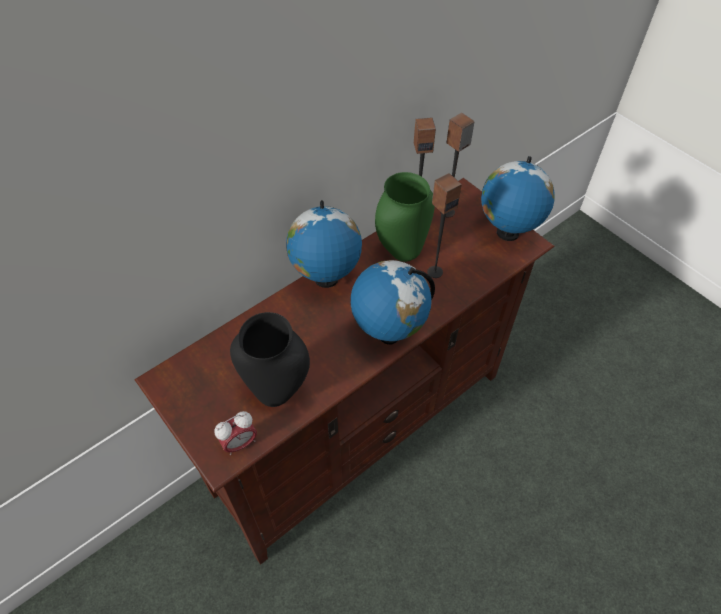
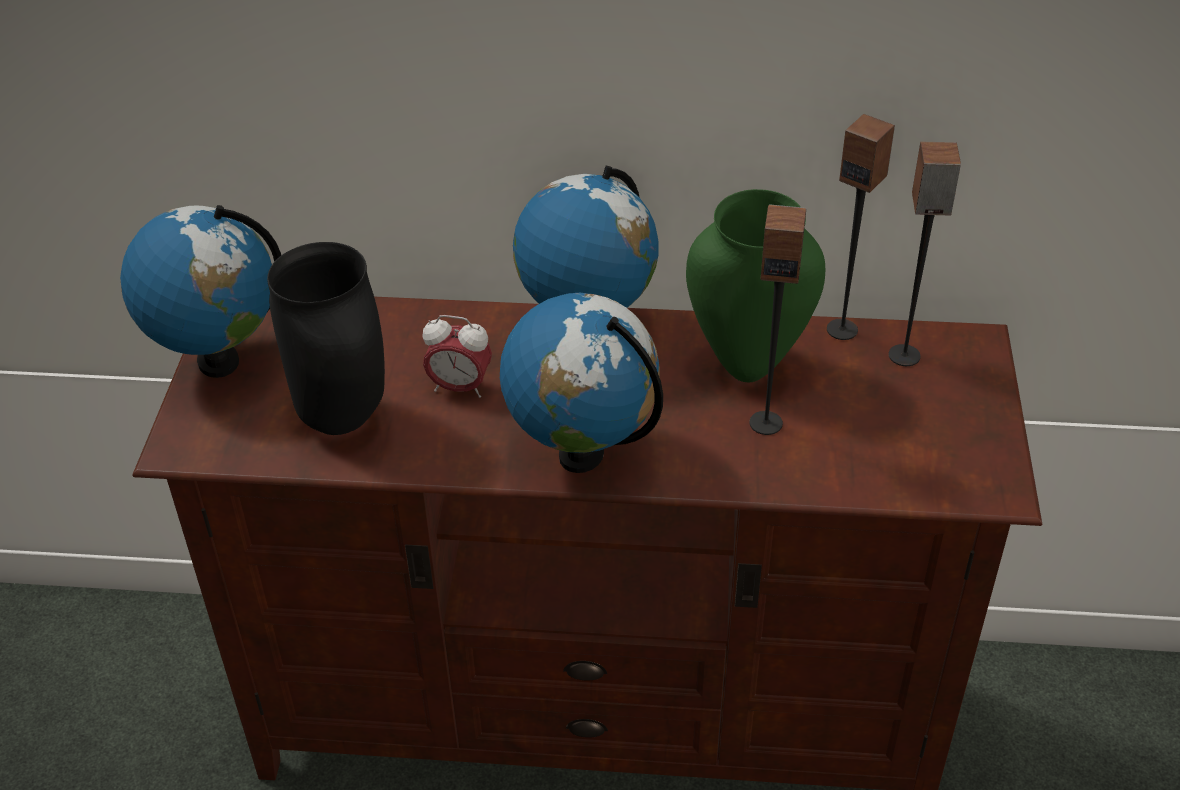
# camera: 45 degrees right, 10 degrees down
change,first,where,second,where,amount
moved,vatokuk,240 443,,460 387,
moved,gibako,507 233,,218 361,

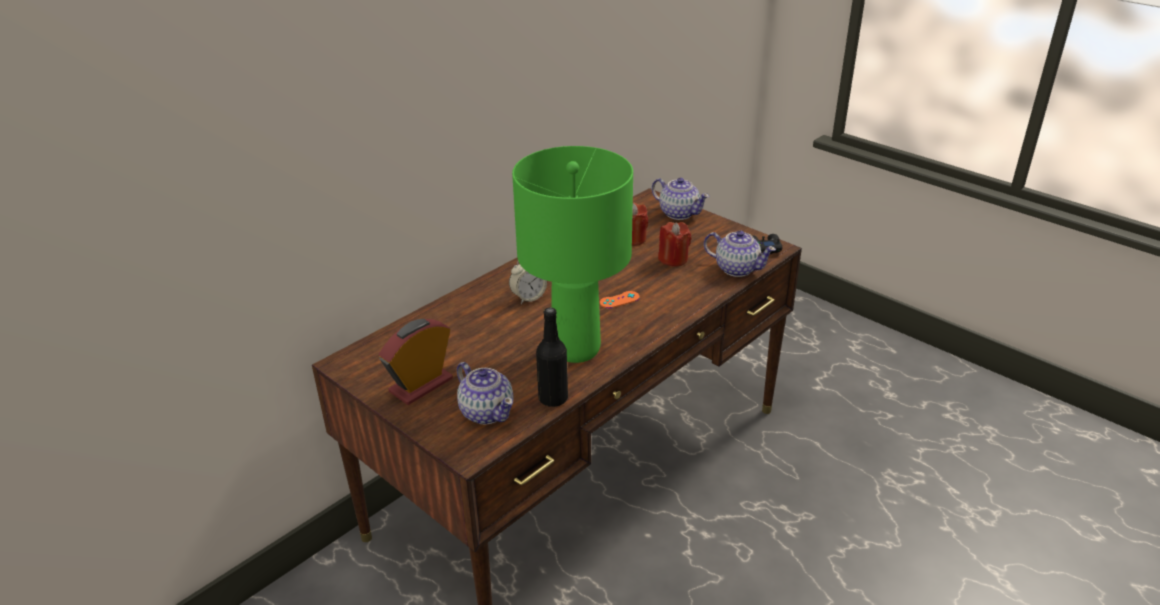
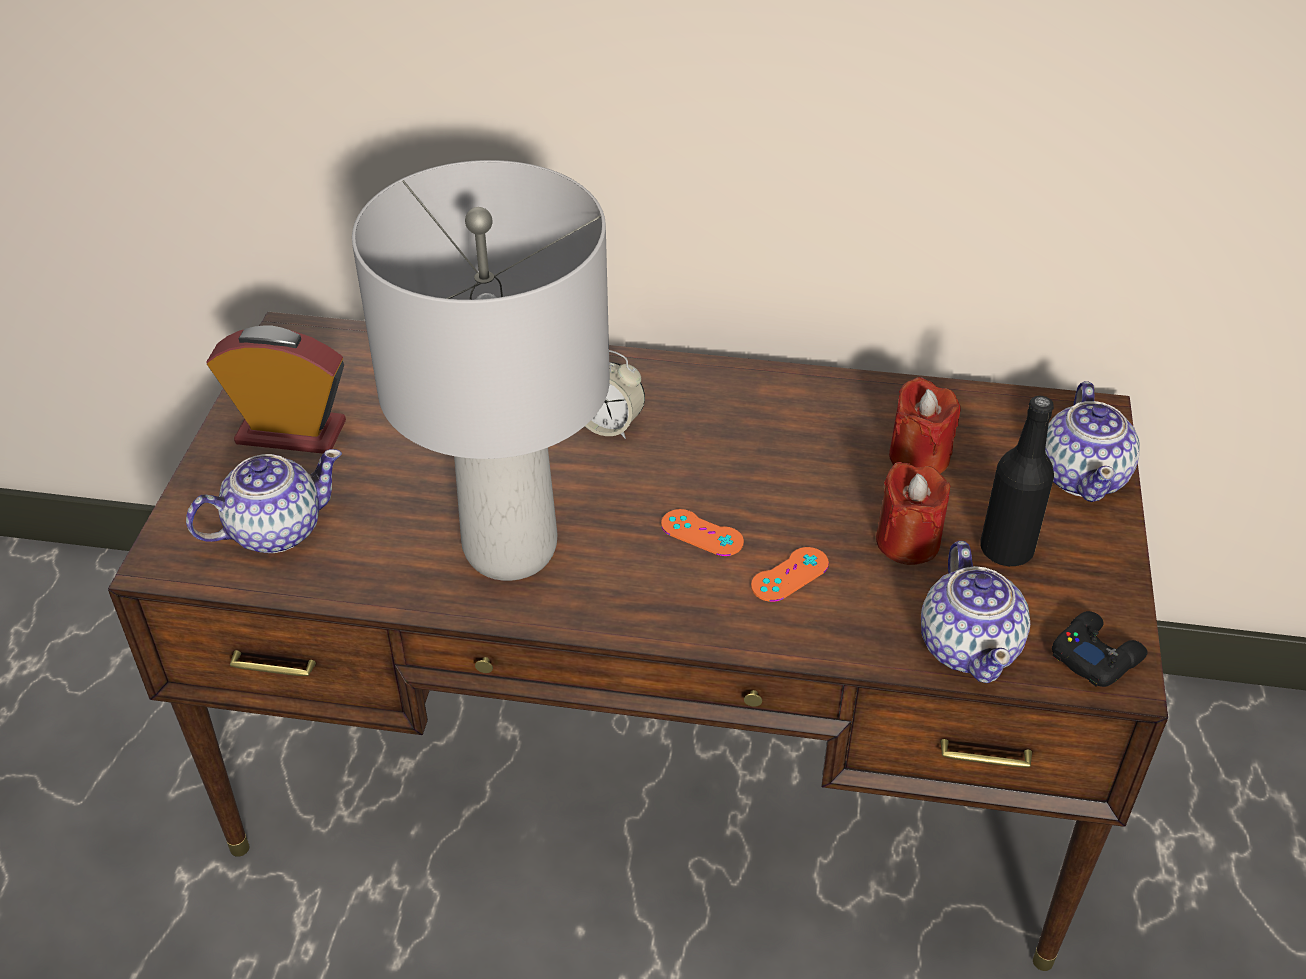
# camera: 55 degrees right, 10 degrees up
change,first,where,second,where,amount
turned,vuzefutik,487 412,,274 530,135 degrees counterclockwise
recoloured,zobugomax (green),575 348,zobugomax (grey),510 547,
moved,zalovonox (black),553 398,,1006 549,
added,,,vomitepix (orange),789 575,

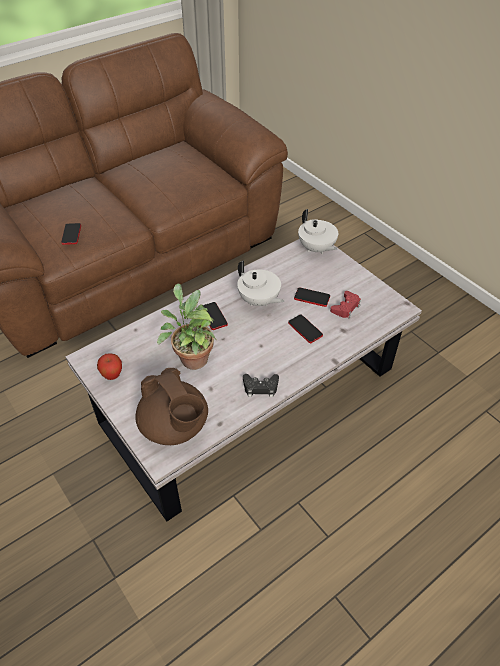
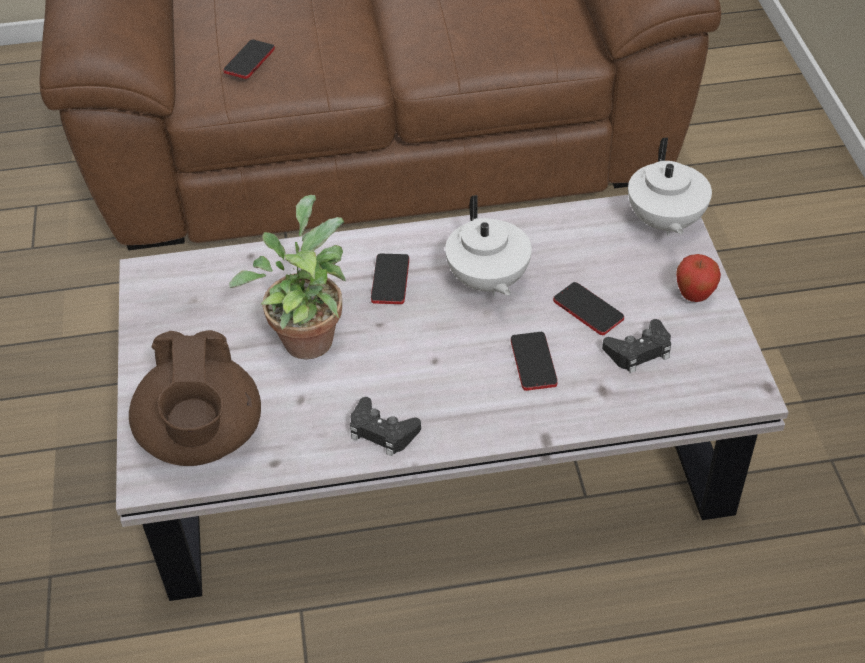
# camera: 30 degrees right, 0 degrees up
change,first,where,second,where,amount
moved,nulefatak,112 375,,694 296,
recoloured,vomitepix (red),346 307,vomitepix (black),639 351,

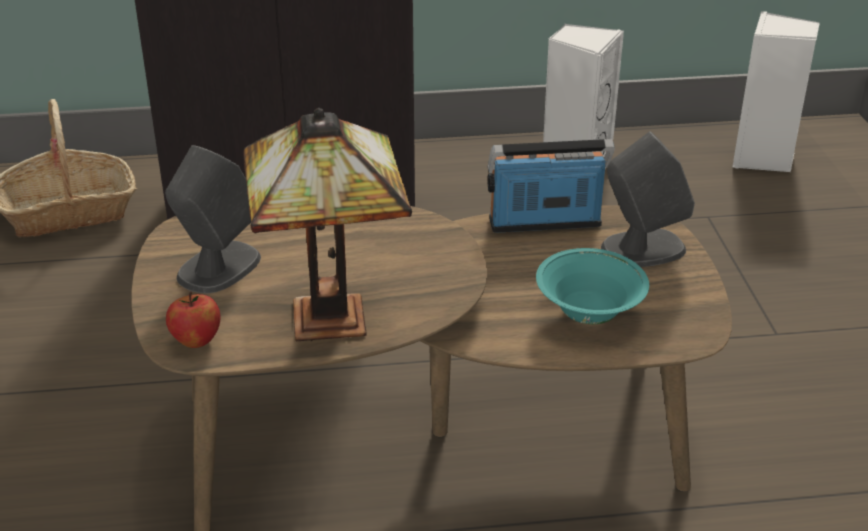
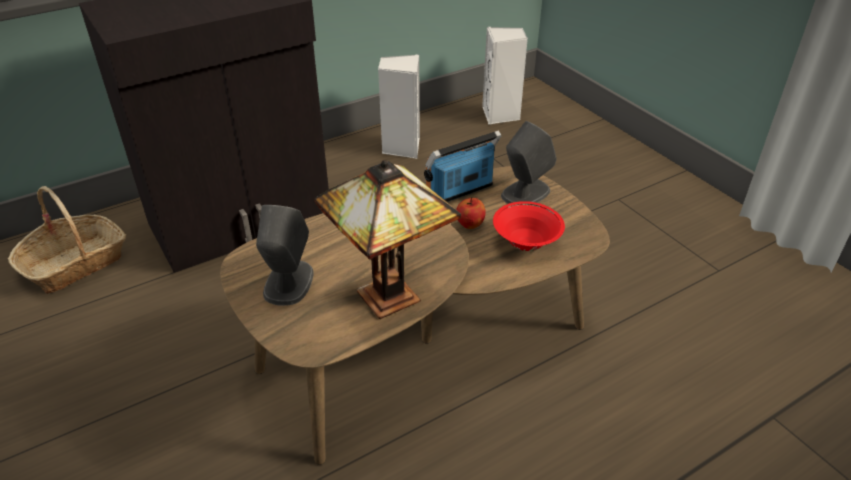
# camera: 25 degrees left, 5 degrees up
change,first,where,second,where,amount
moved,nulefatak,196 341,,470 225,
recoloured,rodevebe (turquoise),588 314,rodevebe (red),525 244,

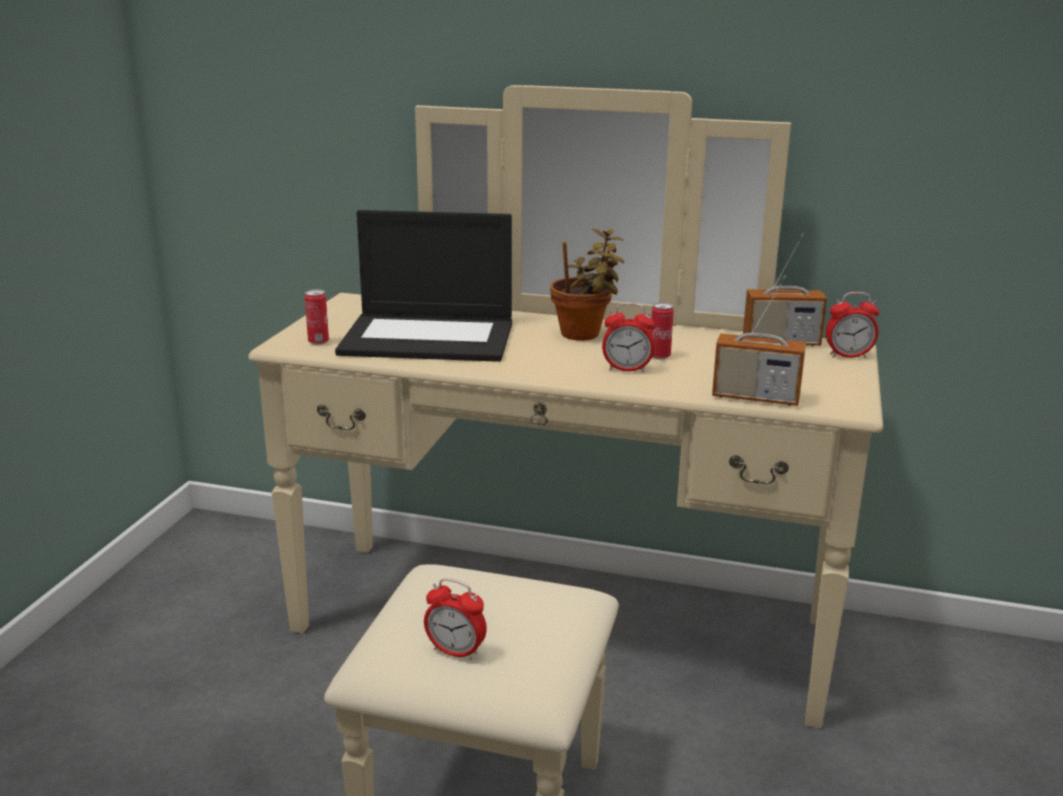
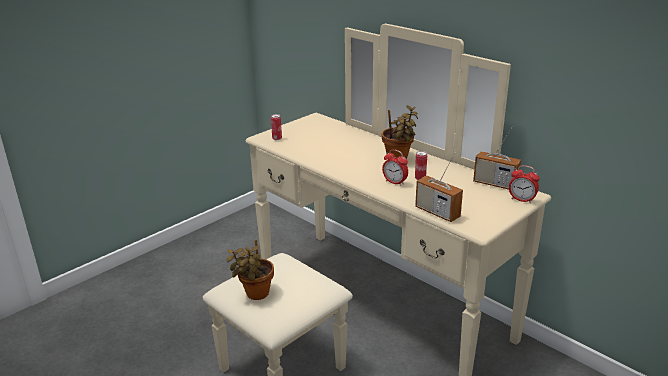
# camera: 30 degrees right, 5 degrees up
change,first,where,second,where,amount
removed,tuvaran,430 338,,,
replaced,vatokuk,456 651,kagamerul,255 294,

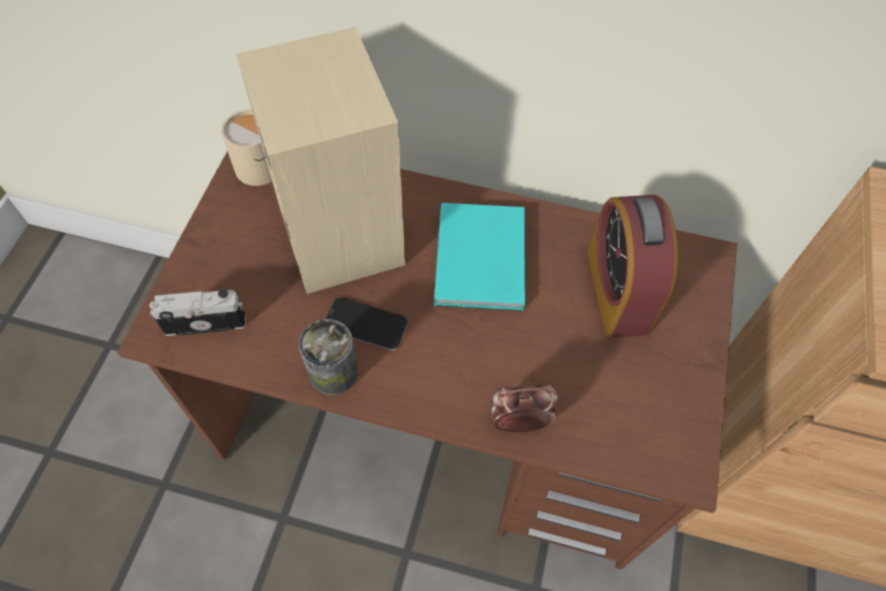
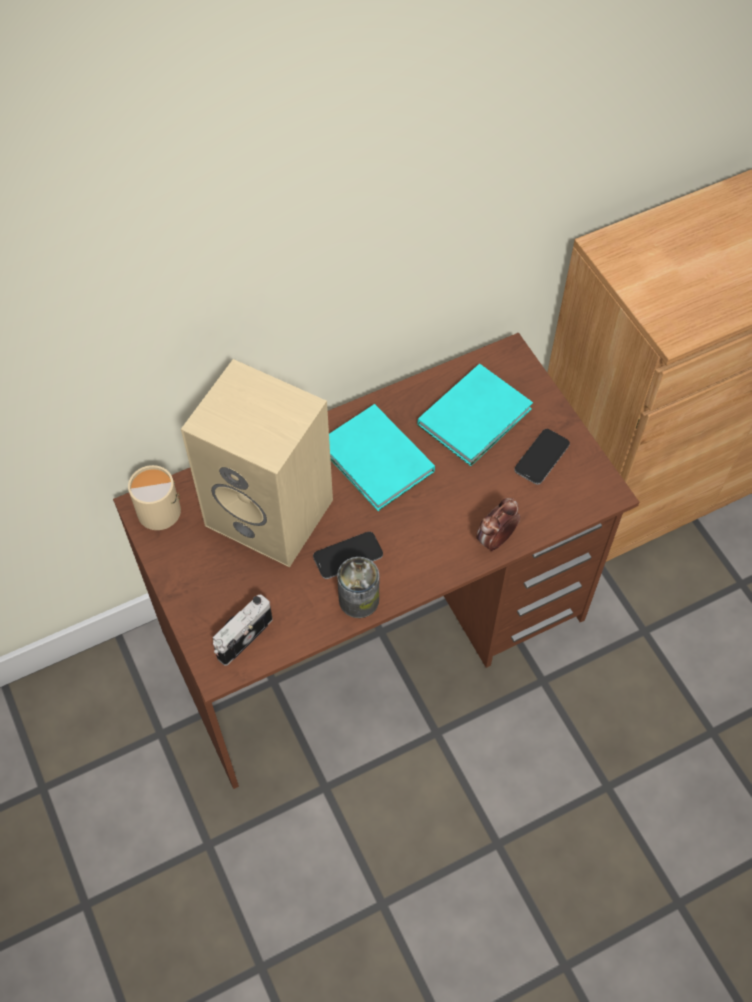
# camera: 40 degrees left, 0 degrees up
change,first,where,second,where,amount
replaced,vatokuk,617 291,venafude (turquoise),477 416,
added,,,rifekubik,541 457,

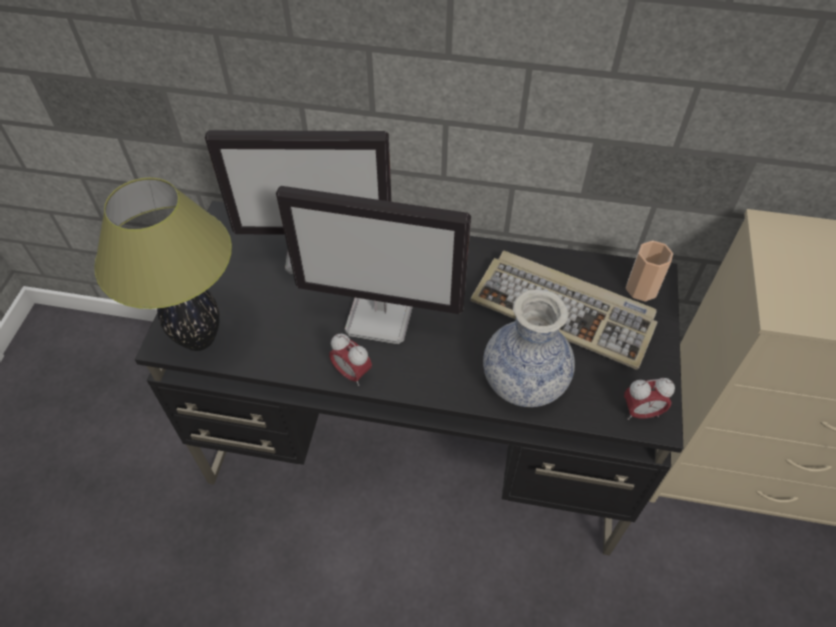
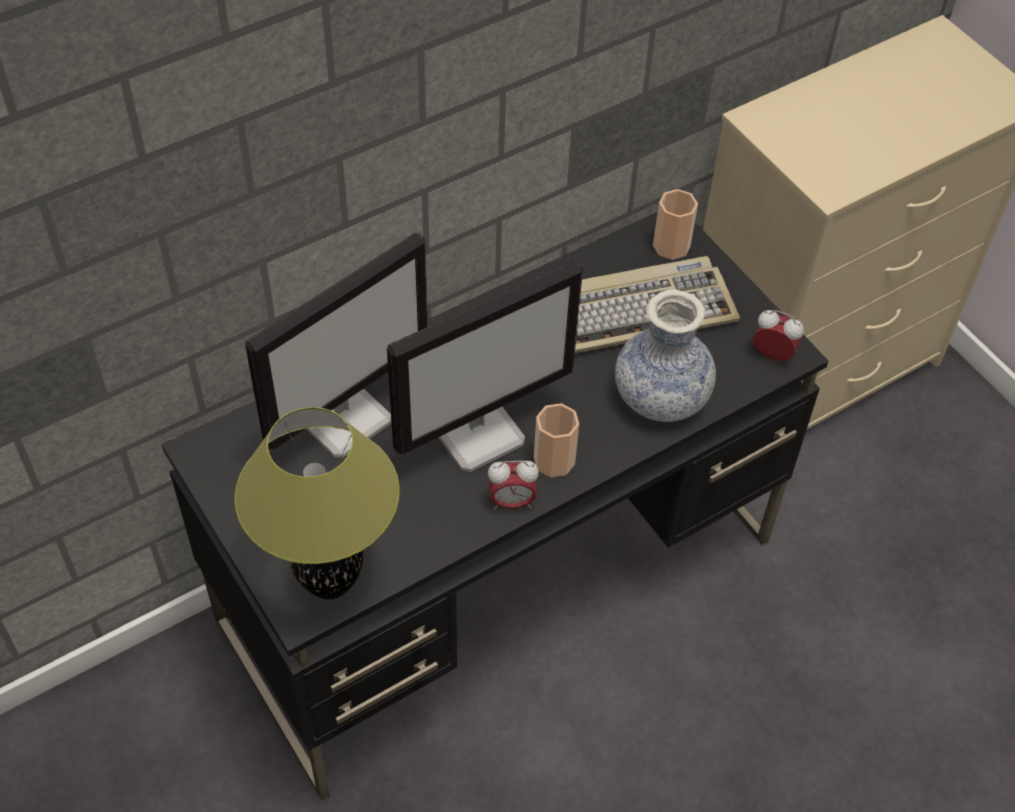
# camera: 45 degrees left, 0 degrees up
change,first,where,second,where,amount
turned,vatokuk,641 412,,773 355,105 degrees counterclockwise
added,,,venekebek,554 460,

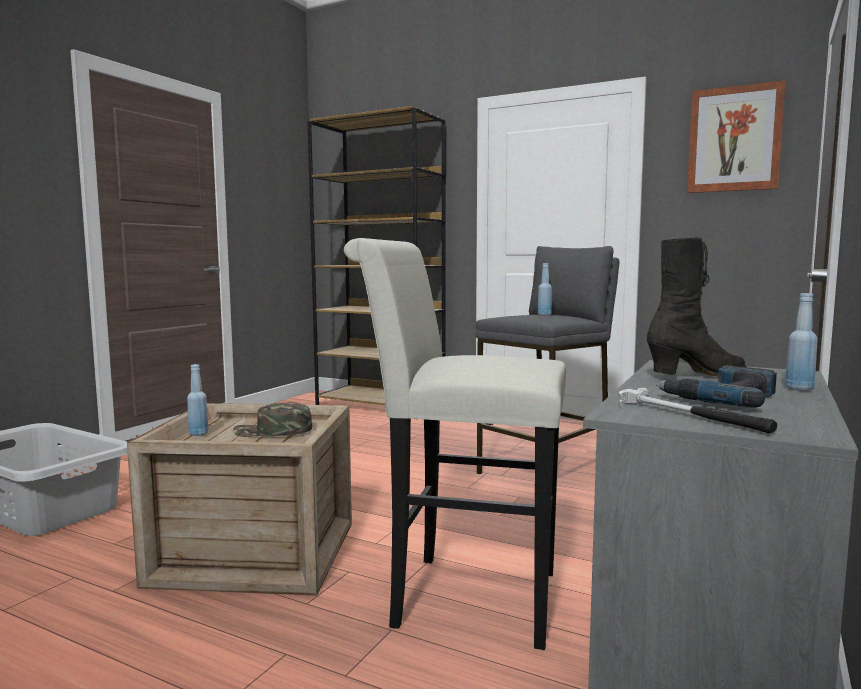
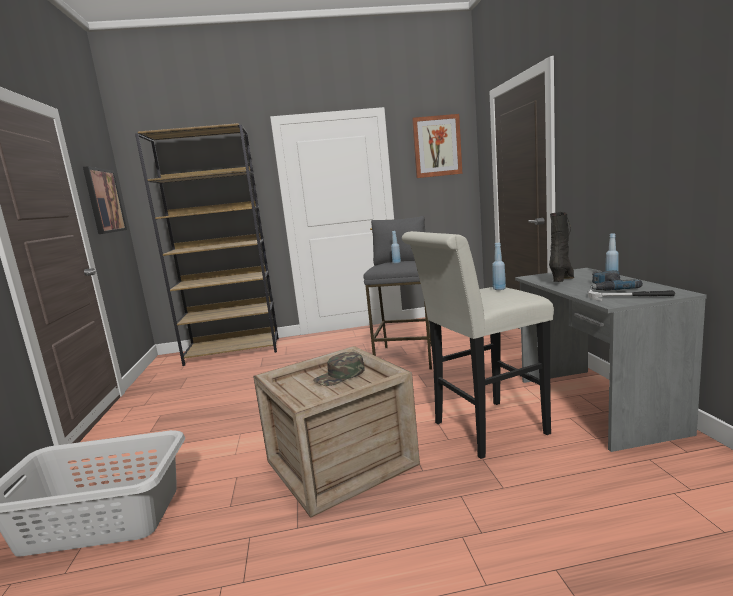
# camera: 35 degrees left, 5 degrees up
change,first,where,second,where,amount
moved,zalovonox (blue),198 434,,499 289,
added,,,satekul,104 201,

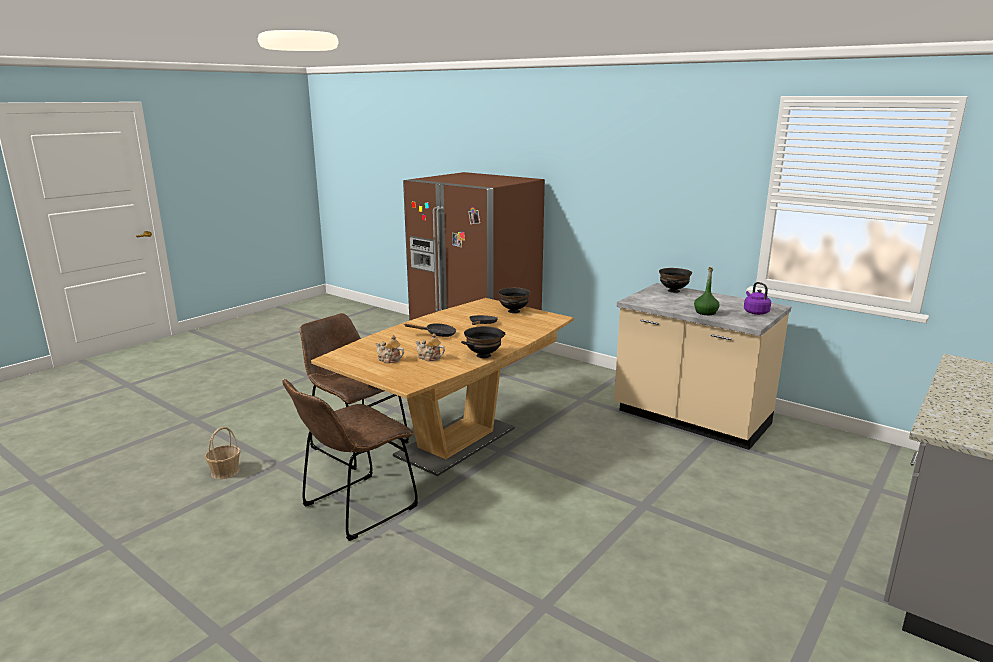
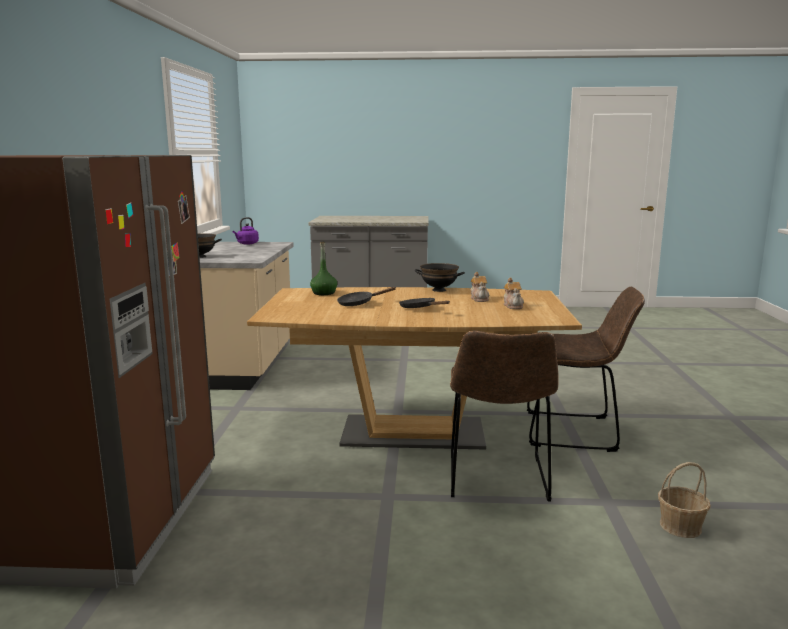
# camera: 125 degrees left, 5 degrees down
change,first,where,second,where,amount
removed,rodevebe (black),514 311,,,
moved,zalovonox (green),705 312,,323 293,

